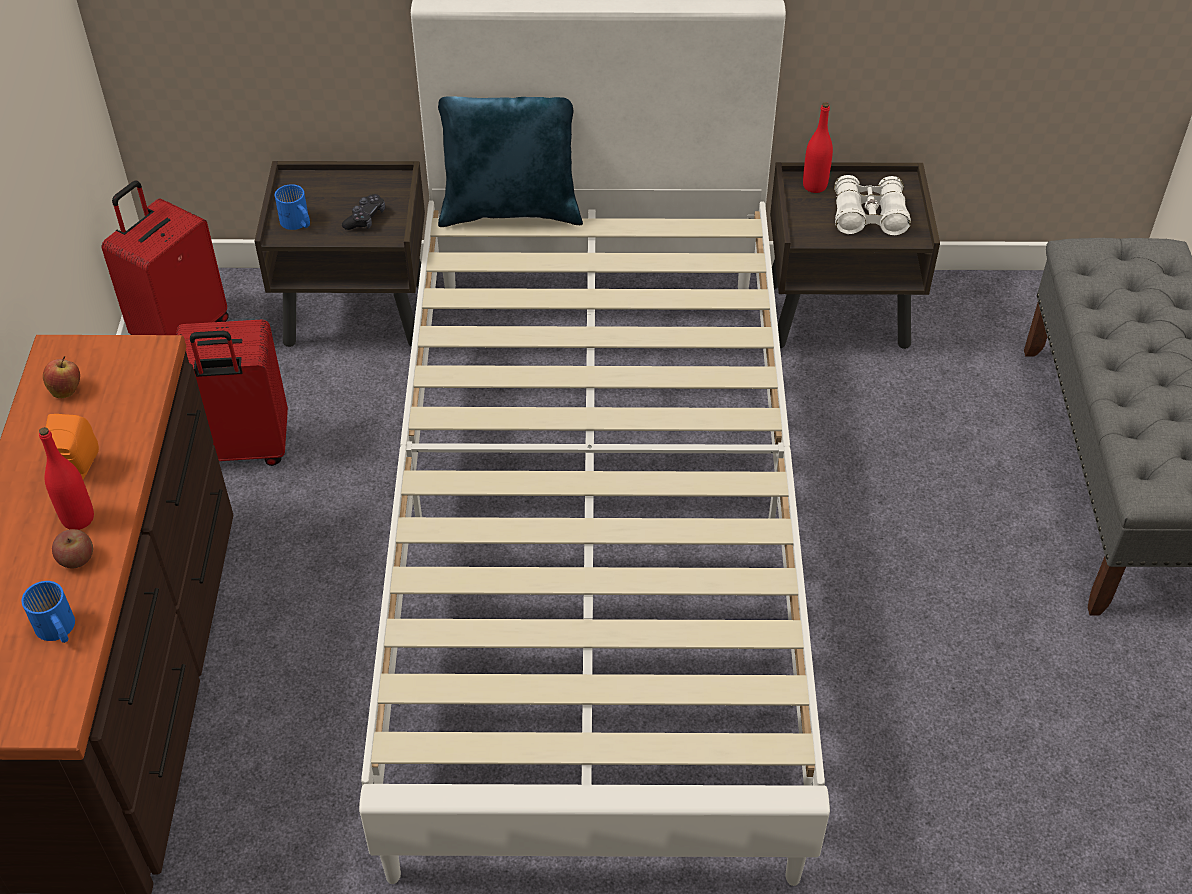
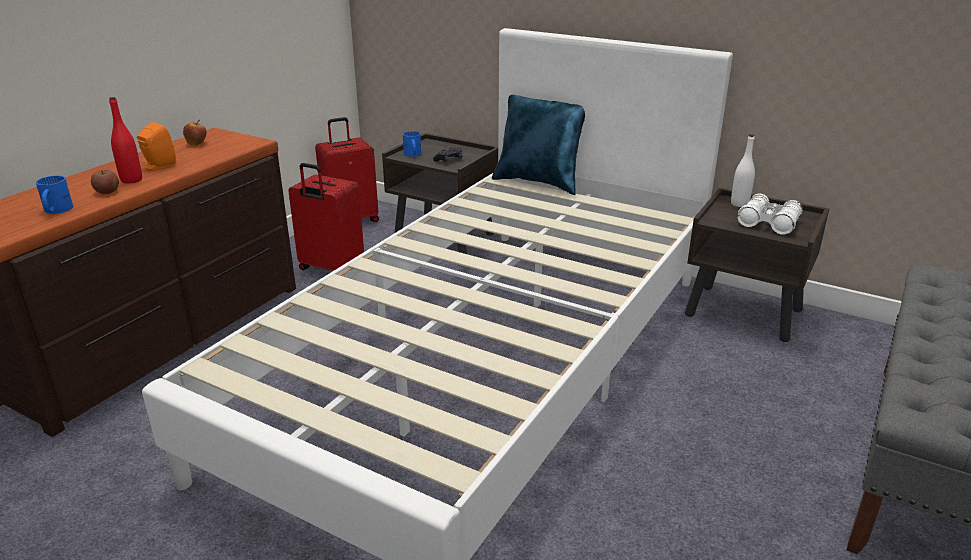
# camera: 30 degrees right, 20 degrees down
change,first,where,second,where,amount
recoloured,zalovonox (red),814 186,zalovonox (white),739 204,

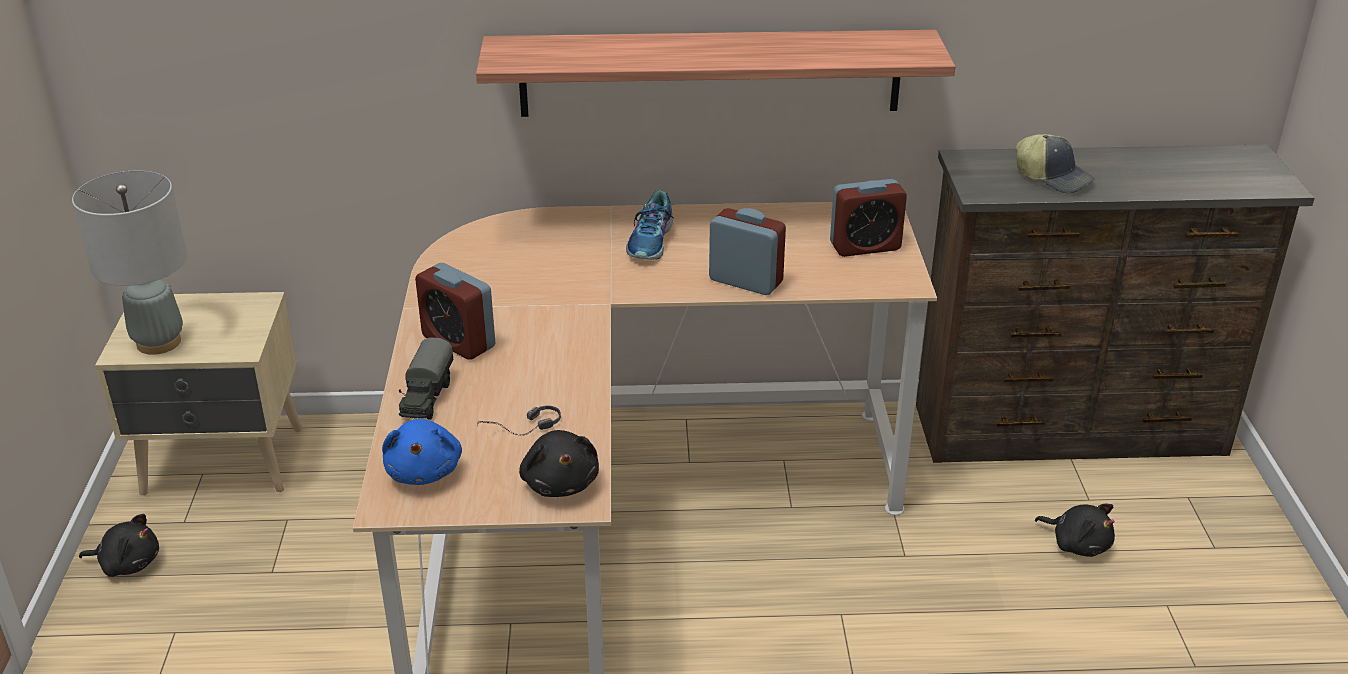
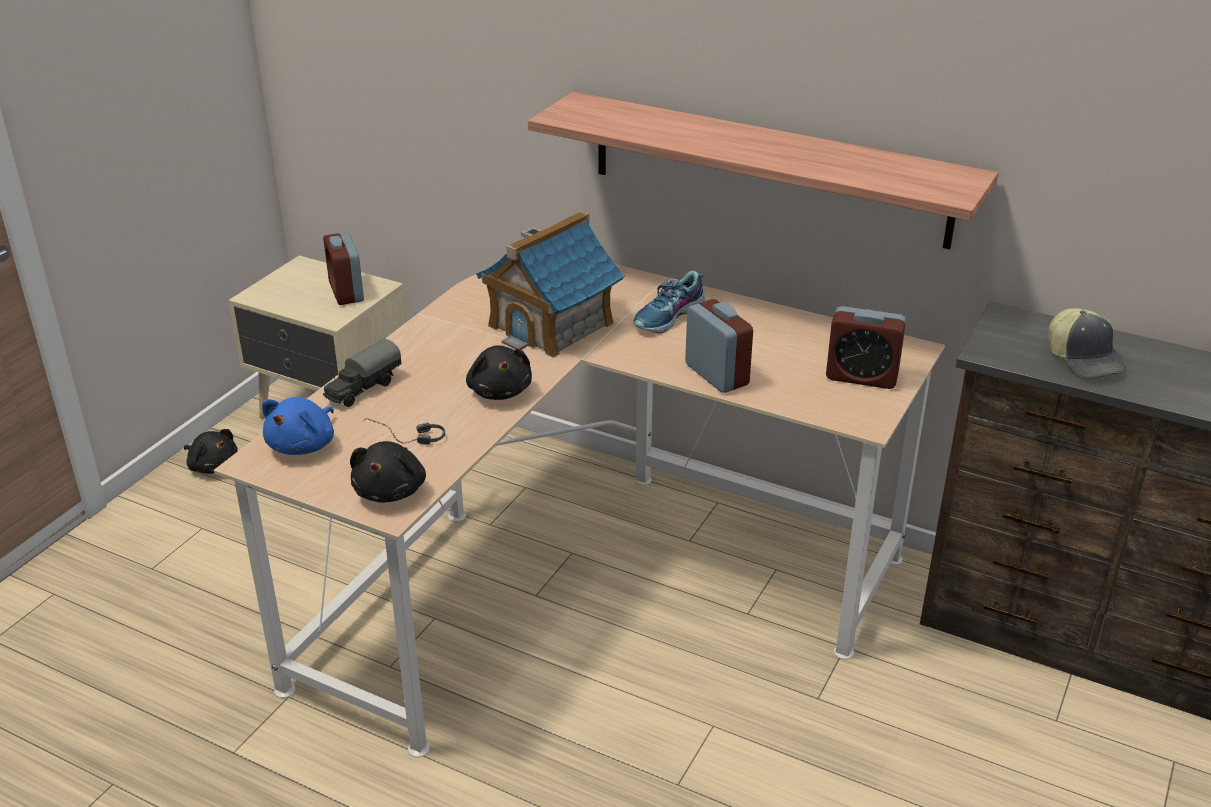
# camera: 30 degrees right, 0 degrees up
change,first,where,second,where,amount
removed,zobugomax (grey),158 342,,,
moved,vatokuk,458 341,,346 292,
moved,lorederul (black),1077 544,,500 391,
added,,,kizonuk,552 324,

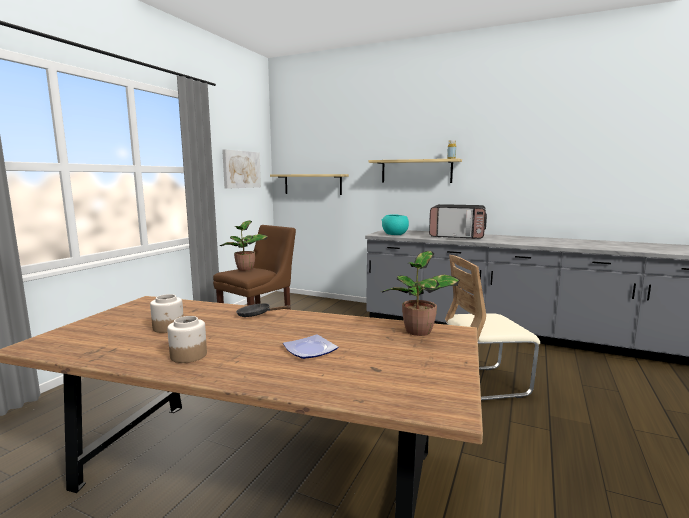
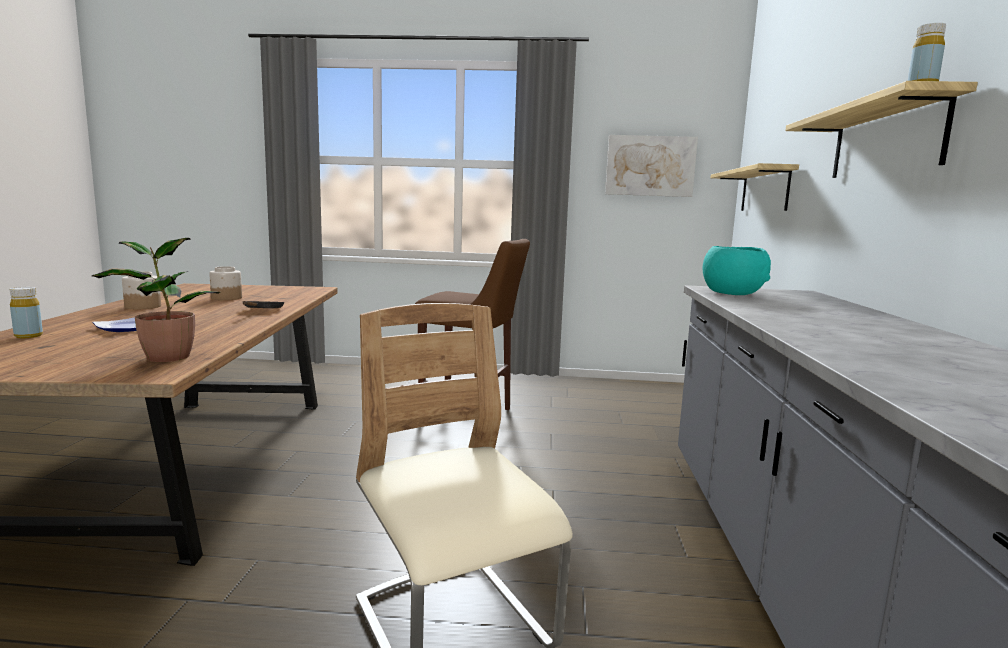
# camera: 70 degrees right, 0 degrees up
change,first,where,second,where,amount
removed,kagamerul,245 269,,,
removed,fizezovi,457 236,,,
added,,,zalovonox (yellow),28 336,

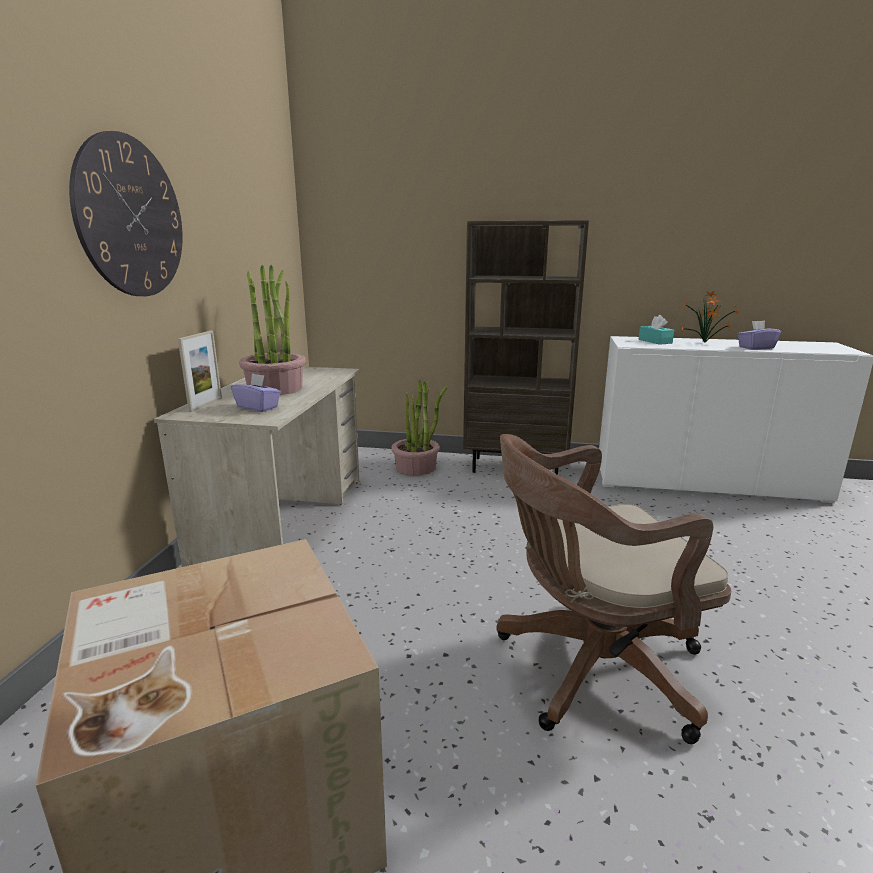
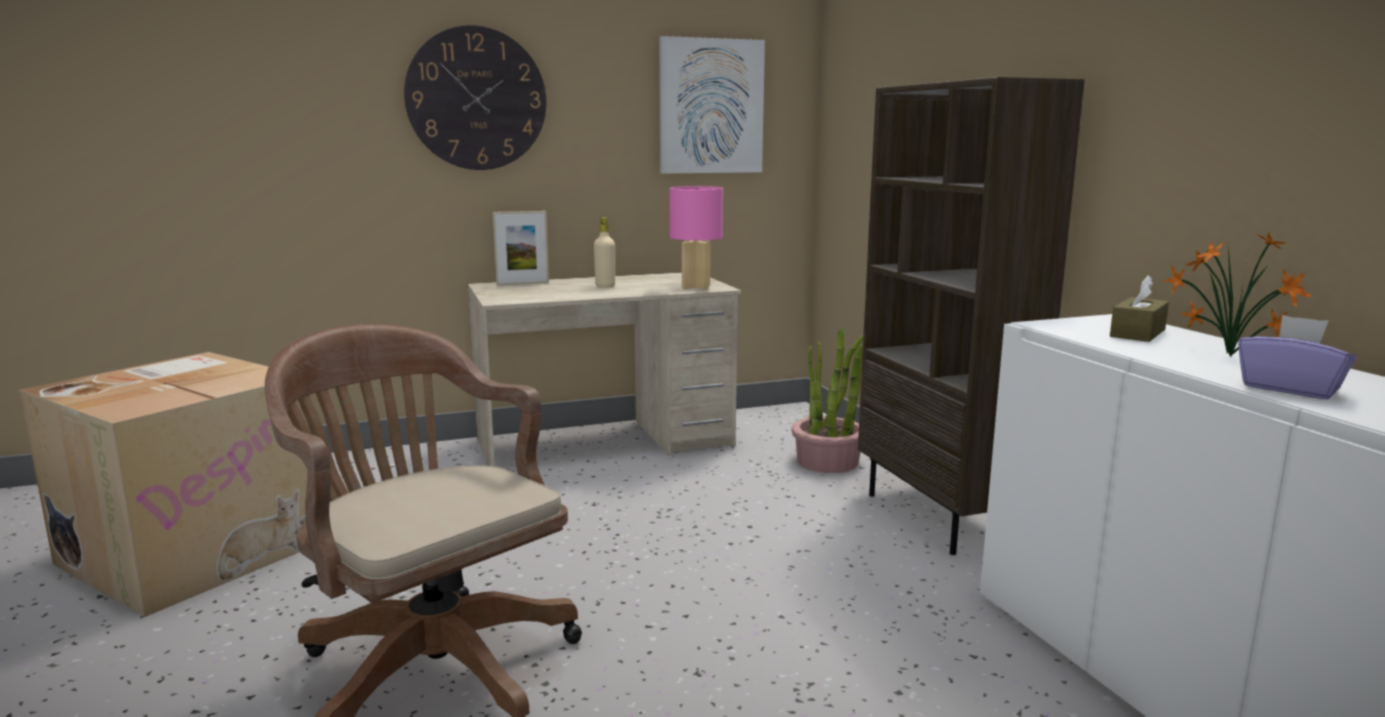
# camera: 60 degrees right, 5 degrees down
change,first,where,second,where,amount
removed,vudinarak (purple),258 407,,,
replaced,kagamerul,275 388,zalovonox (beige),605 286,
recoloured,vudinarak (turquoise),655 341,vudinarak (brown),1137 333,
added,,,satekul,711 106,
added,,,zobugomax (pink),695 287,

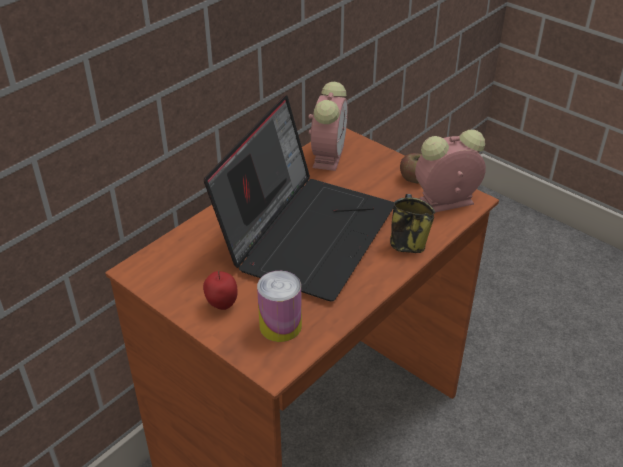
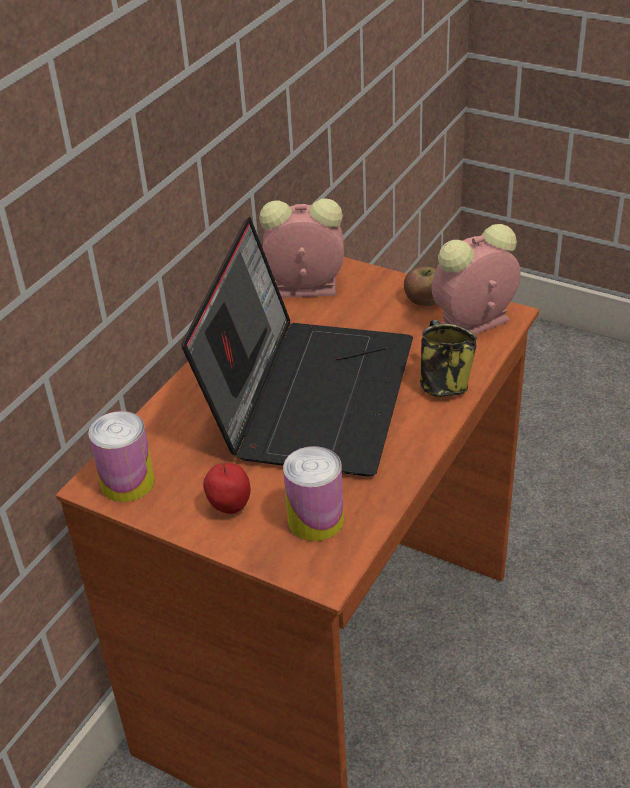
# camera: 10 degrees left, 0 degrees up
change,first,where,second,where,amount
turned,vatokuk,328 155,,303 288,90 degrees counterclockwise
added,,,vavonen,127 482,

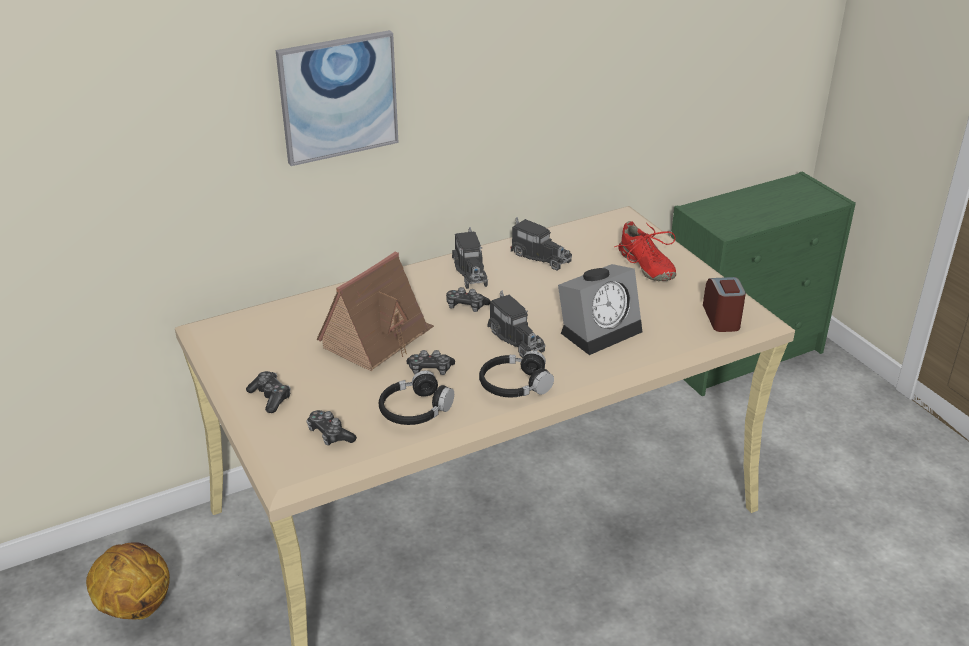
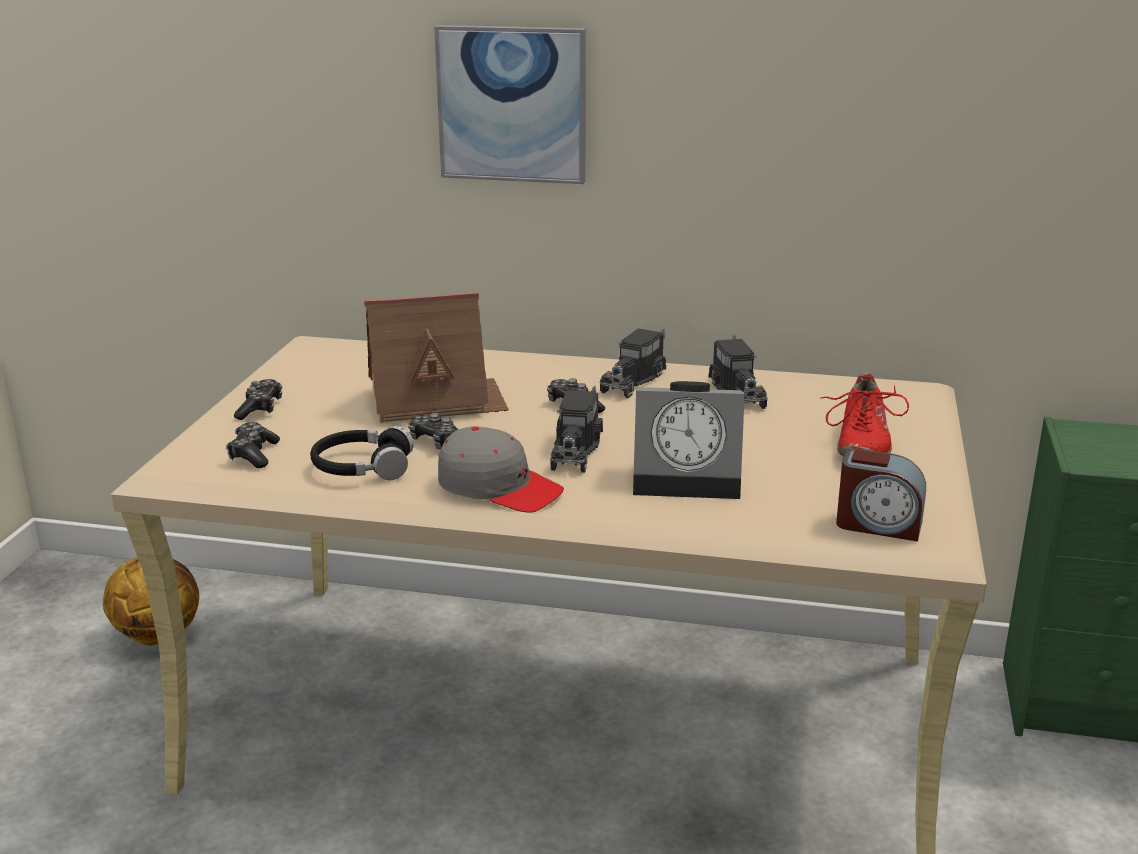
# camera: 40 degrees right, 10 degrees down
change,first,where,second,where,amount
replaced,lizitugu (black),514 385,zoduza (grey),499 487,
turned,vatokuk,722 318,,878 525,75 degrees clockwise

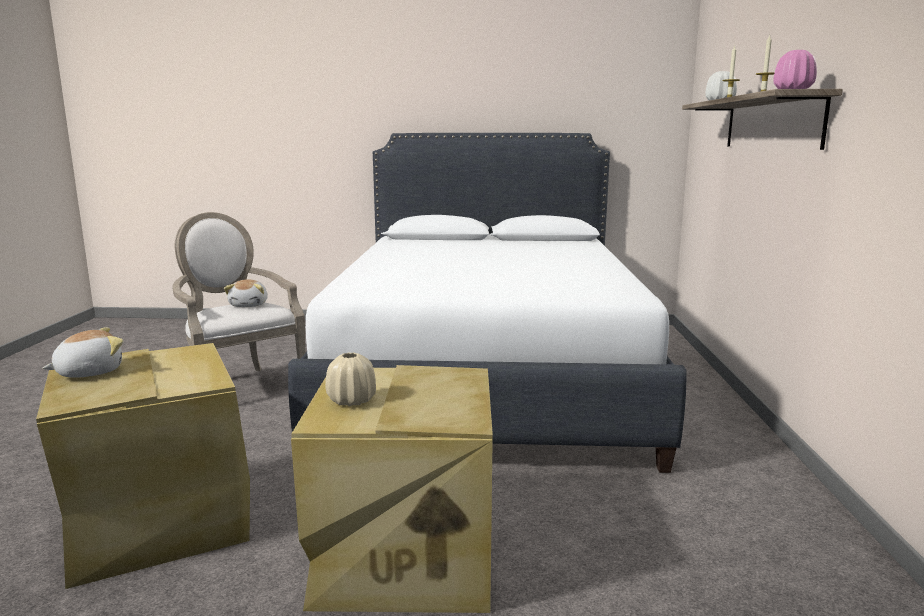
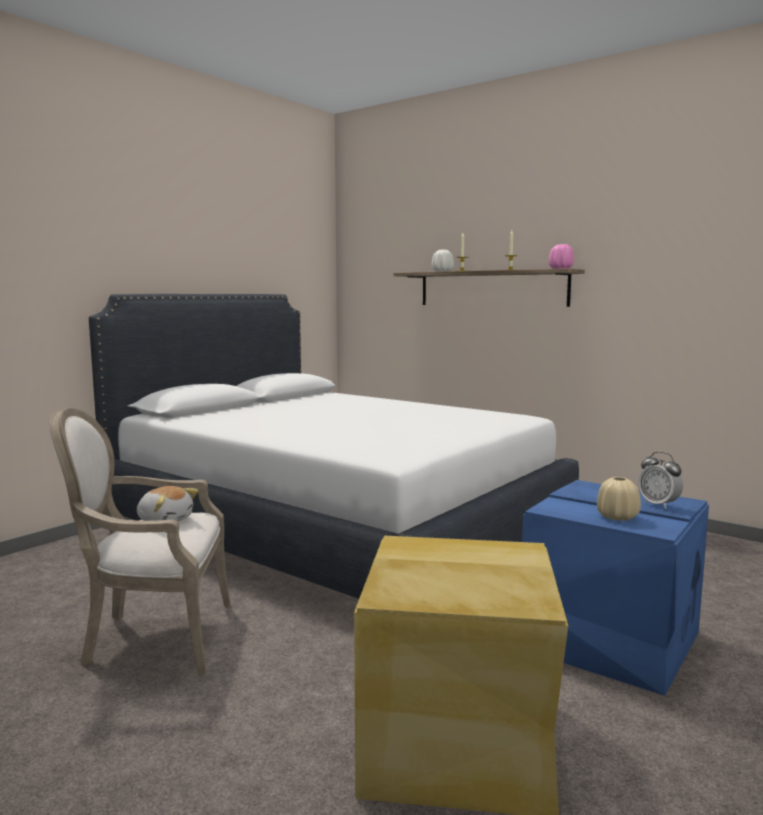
# camera: 55 degrees left, 5 degrees down
change,first,where,second,where,amount
removed,lorederul,89 372,,,
recoloured,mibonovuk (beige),402 556,mibonovuk (blue),611 642,
added,,,vatokuk,659 505,

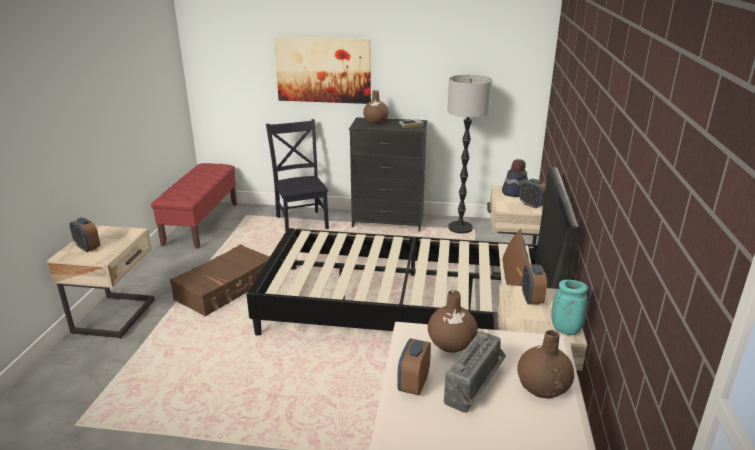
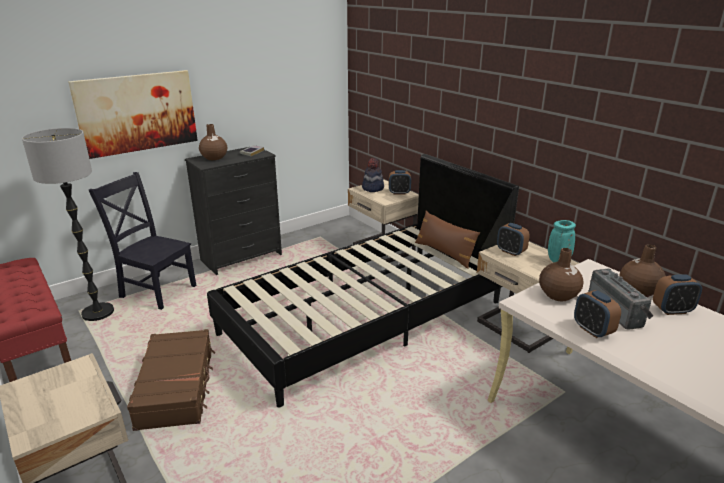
# camera: 45 degrees left, 0 degrees up
change,first,where,second,where,amount
moved,vatokuk,87 247,,672 310,
moved,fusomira,460 228,,98 313,

